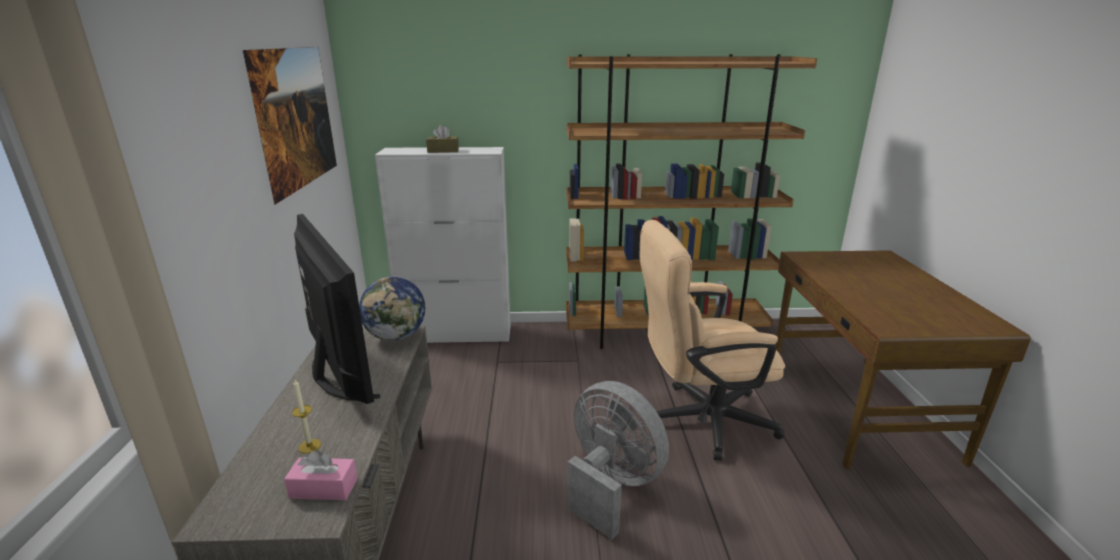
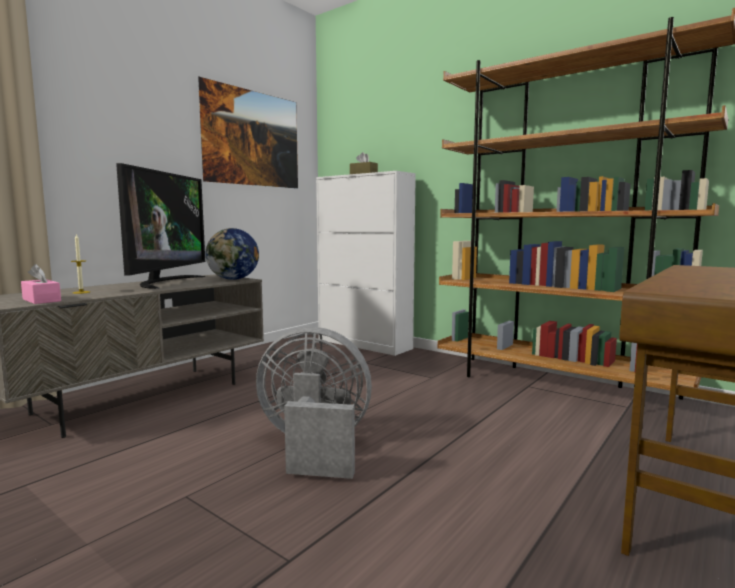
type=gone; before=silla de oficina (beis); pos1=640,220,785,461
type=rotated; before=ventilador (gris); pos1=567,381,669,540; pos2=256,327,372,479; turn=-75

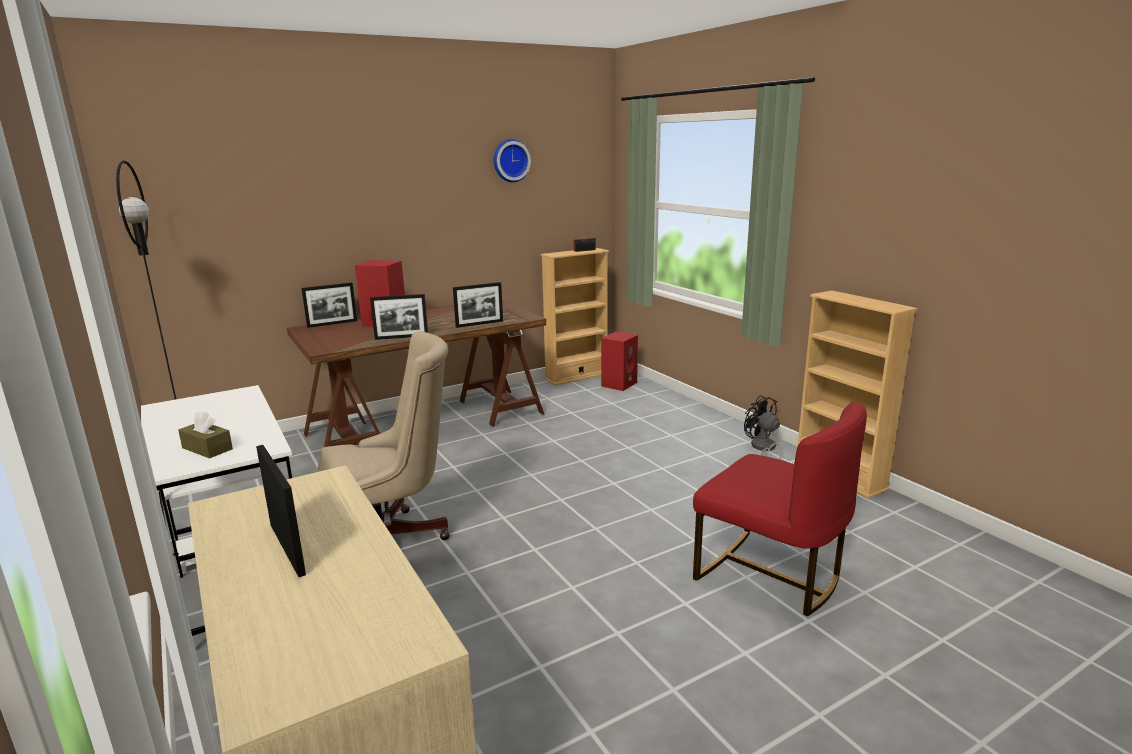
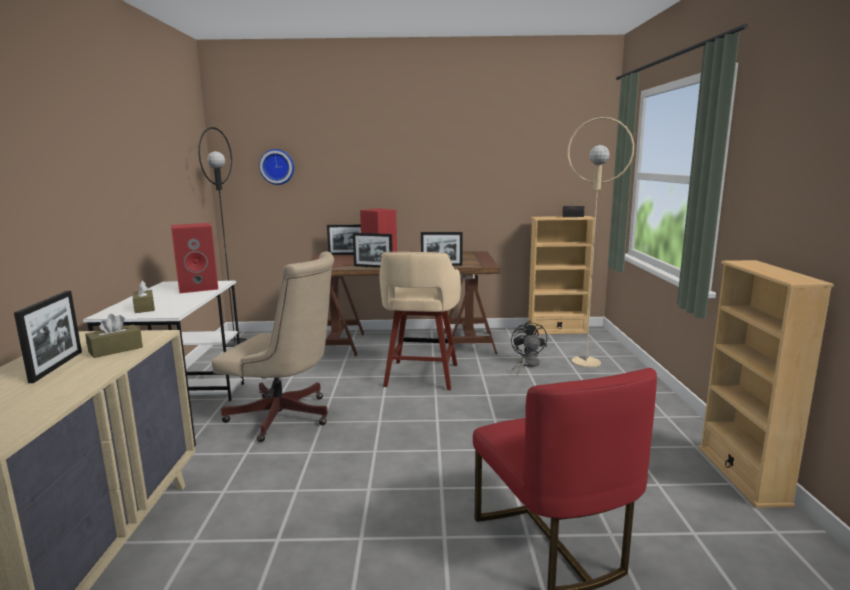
type=new; after=caja de pañuelos (marrón); pos2=85,314,143,358
type=new; after=taburete (beis); pos2=379,252,461,390
type=new; after=lámpara de pie (beis); pos2=567,117,634,367
type=shifted; before=reloj de pared; pos1=494,139,531,182; pos2=259,149,294,185
type=shifted; before=altavoz (rojo); pos1=601,331,638,391; pos2=171,223,218,293
type=shifted; before=ventilador (negro); pos1=744,395,783,460; pos2=511,321,547,375

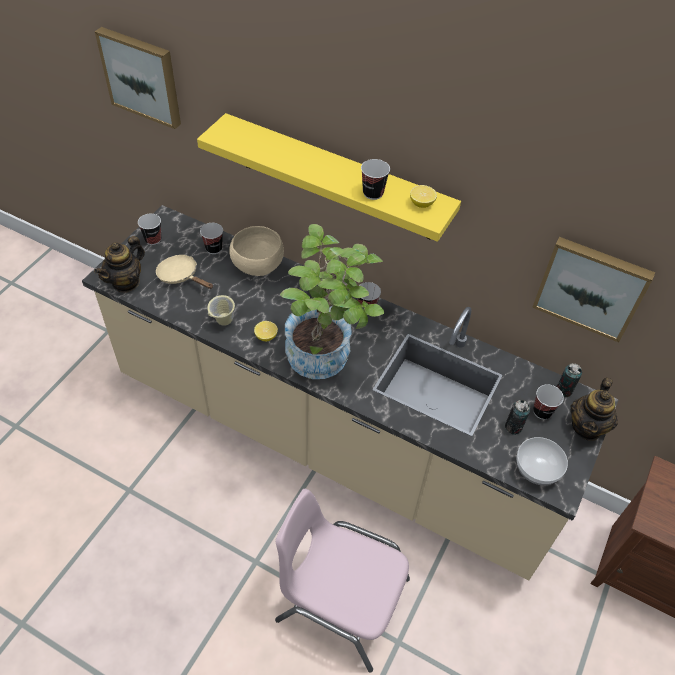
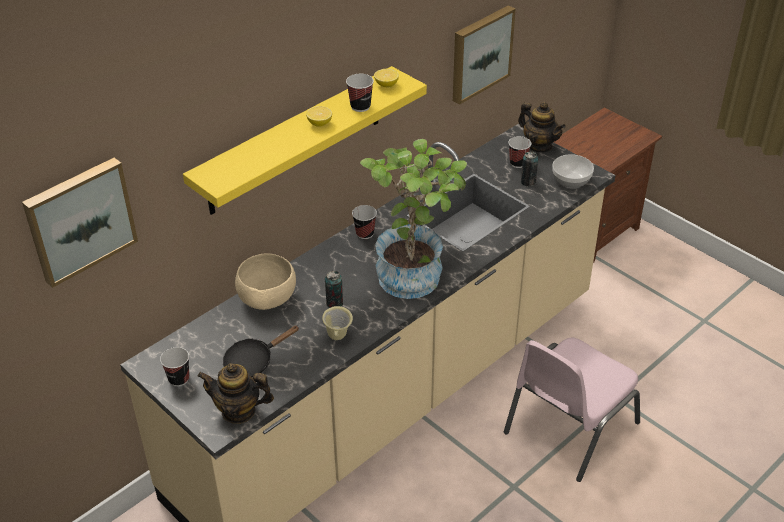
type=gone; before=taza; pos1=200,223,223,254
type=shifted; before=limón; pos1=254,321,278,341; pos2=306,106,332,127
type=shifted; before=lata; pos1=556,363,582,397; pos2=325,271,343,308
type=repainted; before=sartén (beis); after=sartén (negro); pos1=156,255,213,289; pos2=223,325,299,377
type=rotated; before=tetera; pos1=94,236,145,293; pos2=197,363,274,424; turn=135

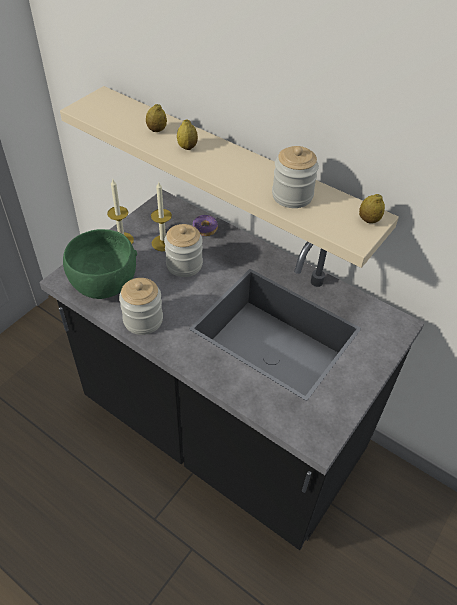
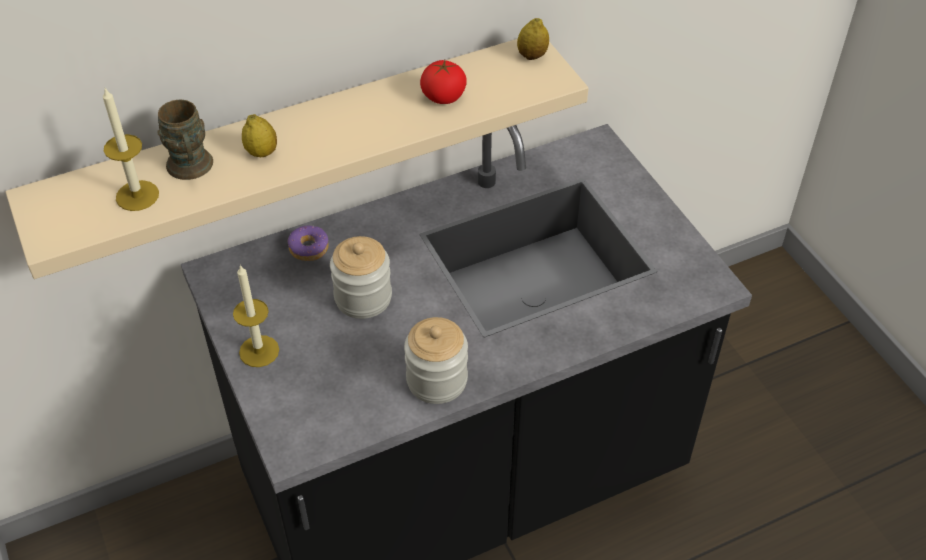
type=gone; before=cuenco (verde); pos1=63,229,137,299
type=shifted; before=vela; pos1=151,182,172,251; pos2=103,88,159,211
type=swapped; before=limón; after=taza grande (marrón); pos1=146,104,167,132; pos2=157,100,213,180
type=swapped; before=tarro; after=tomate; pos1=272,146,319,208; pos2=420,60,467,104

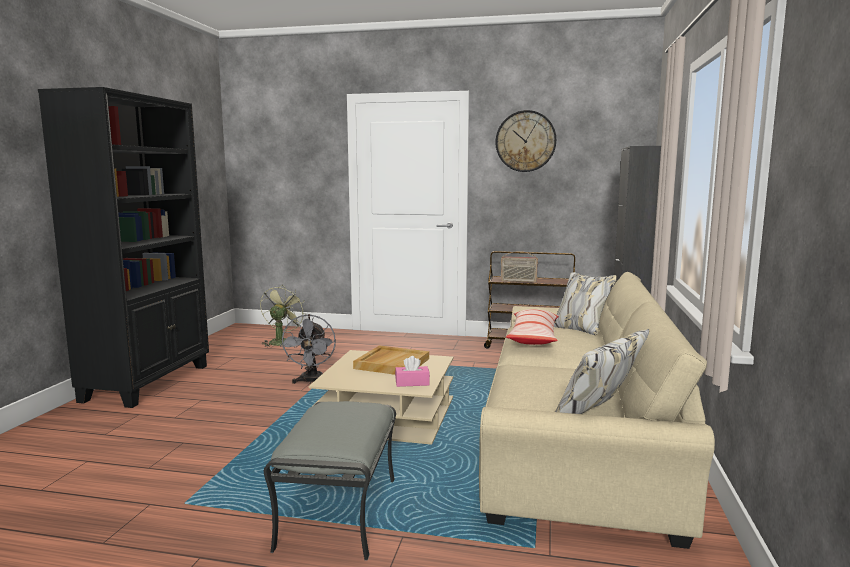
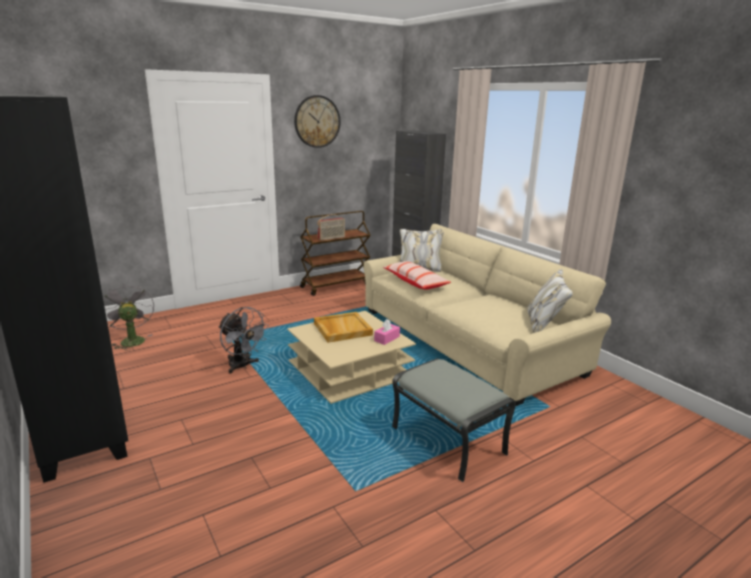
type=repainted; before=ventilador (verde); after=ventilador (gris); pos1=260,285,306,347; pos2=103,283,154,351

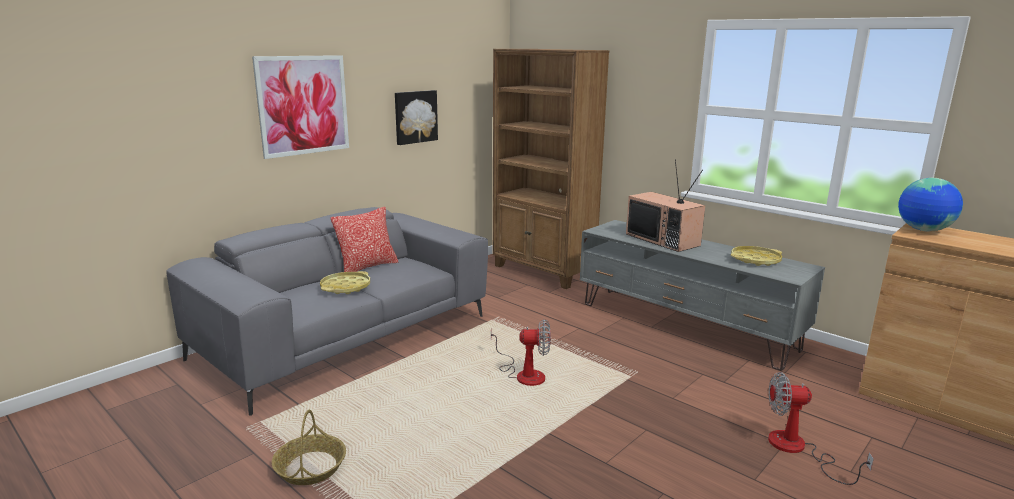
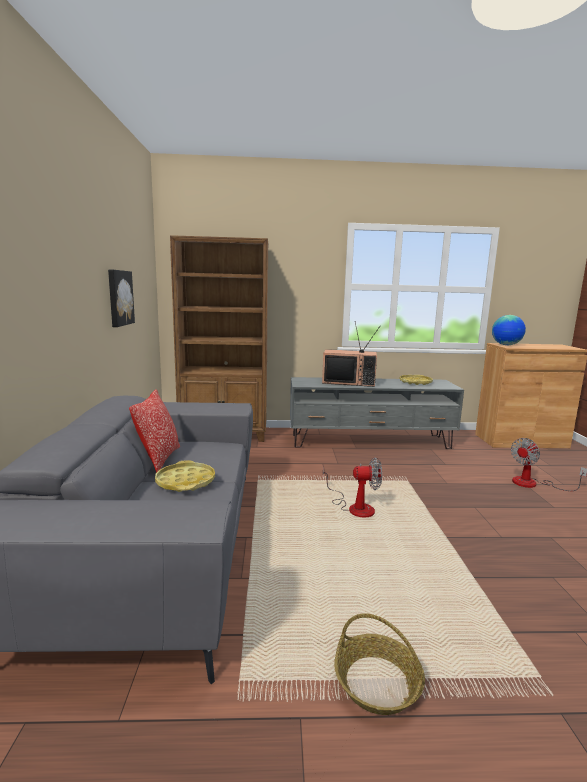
type=gone; before=cuadro; pos1=252,55,349,159
type=rotated; before=ventilador; pos1=491,319,551,386; pos2=323,457,382,517; turn=45

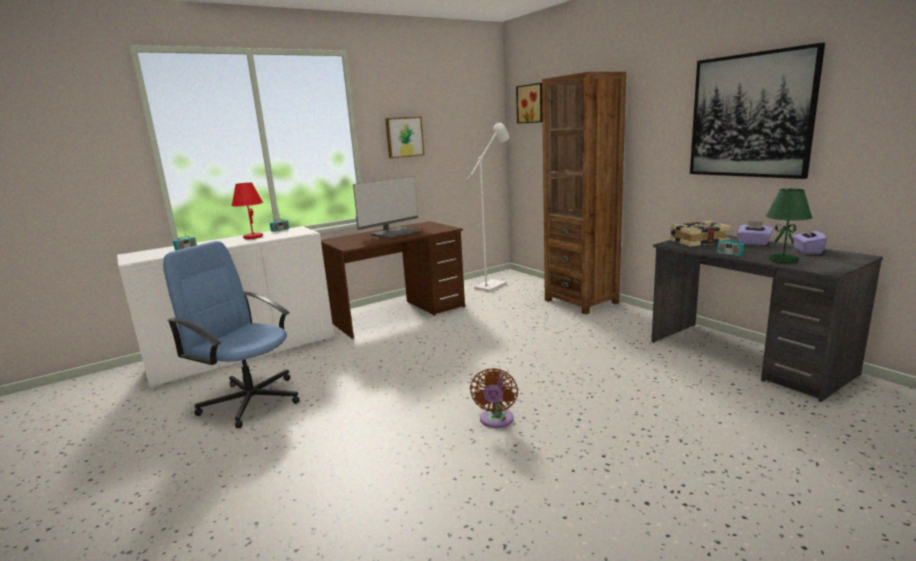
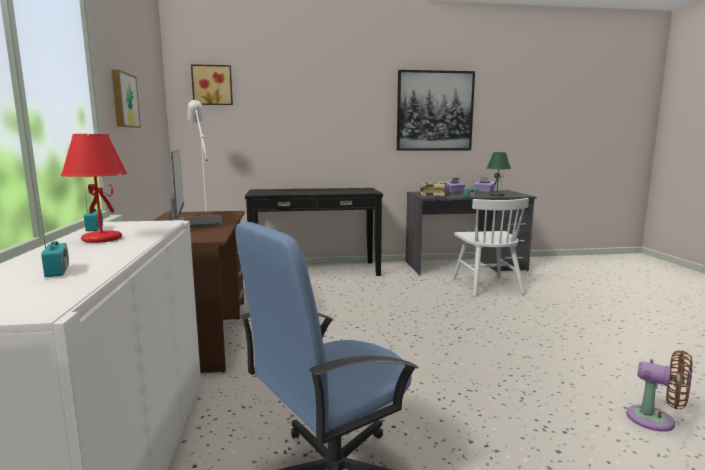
type=new; after=silla (blanco); pos2=452,198,529,297
type=shifted; before=ventilador (marrón); pos1=470,368,518,428; pos2=626,351,693,432
type=swapped; before=estantería (marrón); after=mesa consola (negro); pos1=542,72,626,314; pos2=245,188,383,276

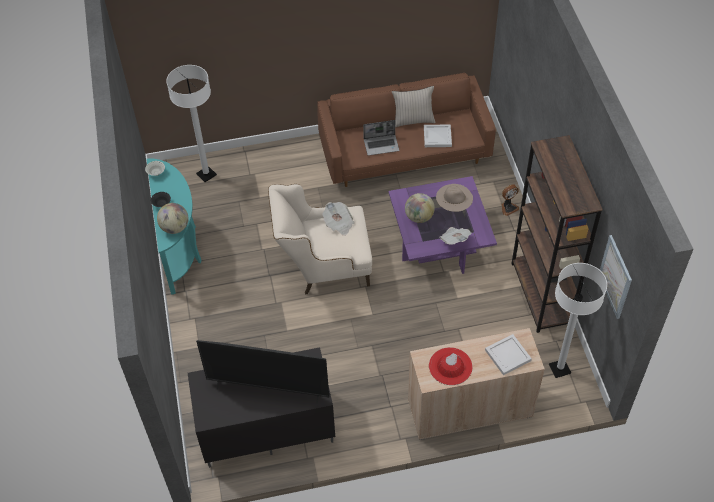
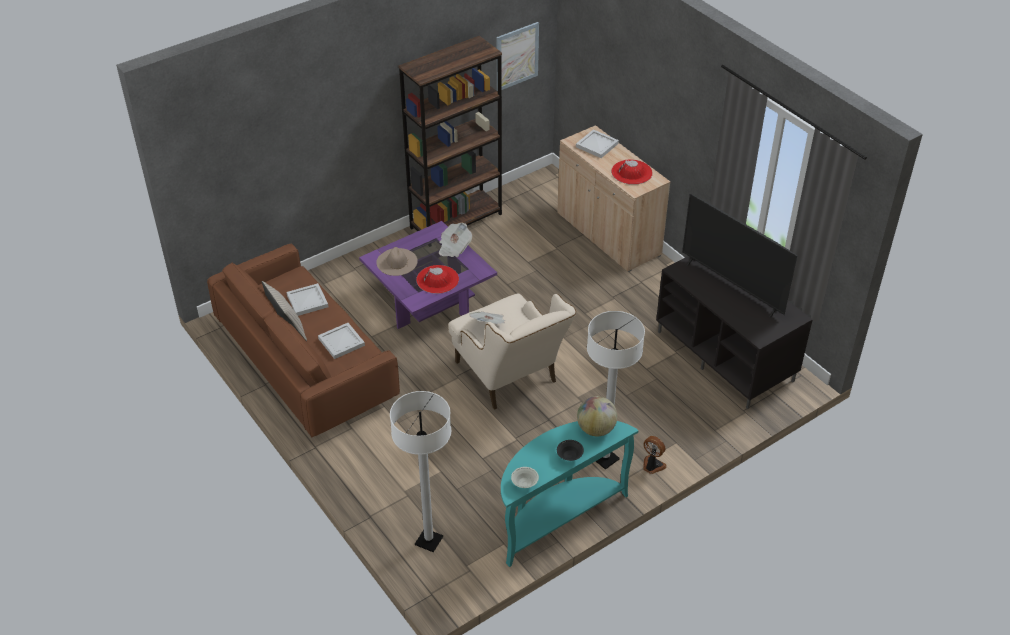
type=shifted; before=ventilador; pos1=501,185,519,216; pos2=643,436,667,474
type=shifted; before=lámpara de pie (blanco); pos1=549,263,607,378; pos2=587,311,645,470
type=swapped; before=portátil; after=bandeja (blanco); pos1=363,120,399,156; pos2=318,323,365,359
type=swapped; before=globo terráqueo; after=sombrero (rojo); pos1=405,193,435,223; pos2=416,265,459,294
type=rotated; before=televisor; pos1=196,340,329,404; pos2=682,194,797,317; turn=150

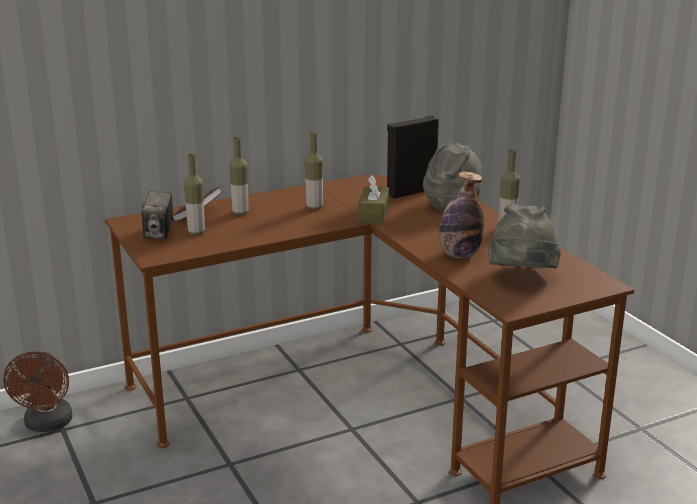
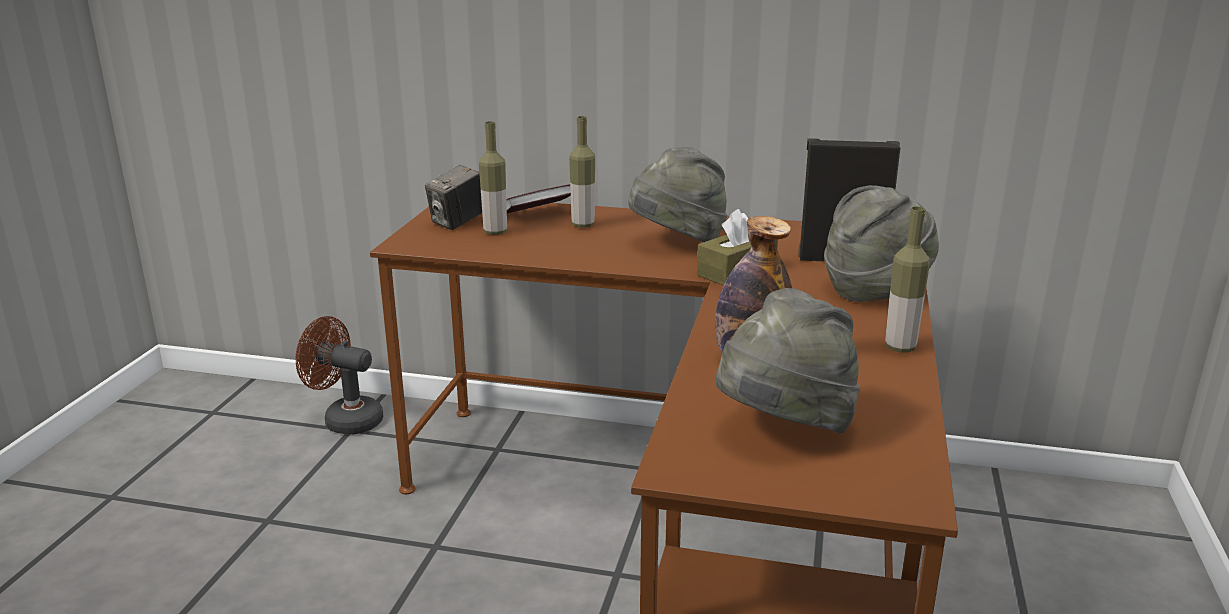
type=swapped; before=botella; after=sombrero (gris); pos1=305,133,323,210; pos2=628,147,727,242
type=rotated; before=ventilador (marrón); pos1=3,352,73,432; pos2=296,316,383,434; turn=75

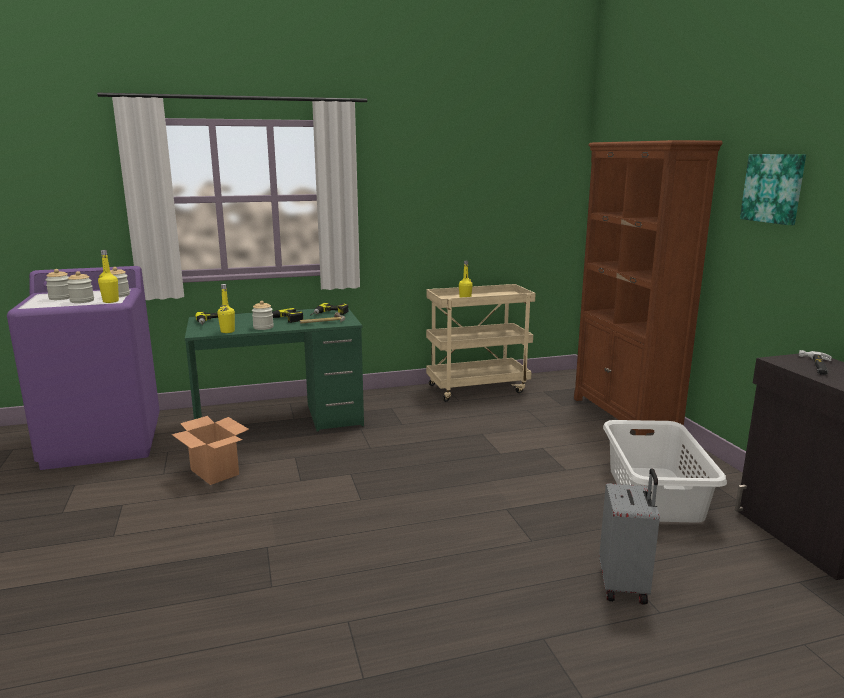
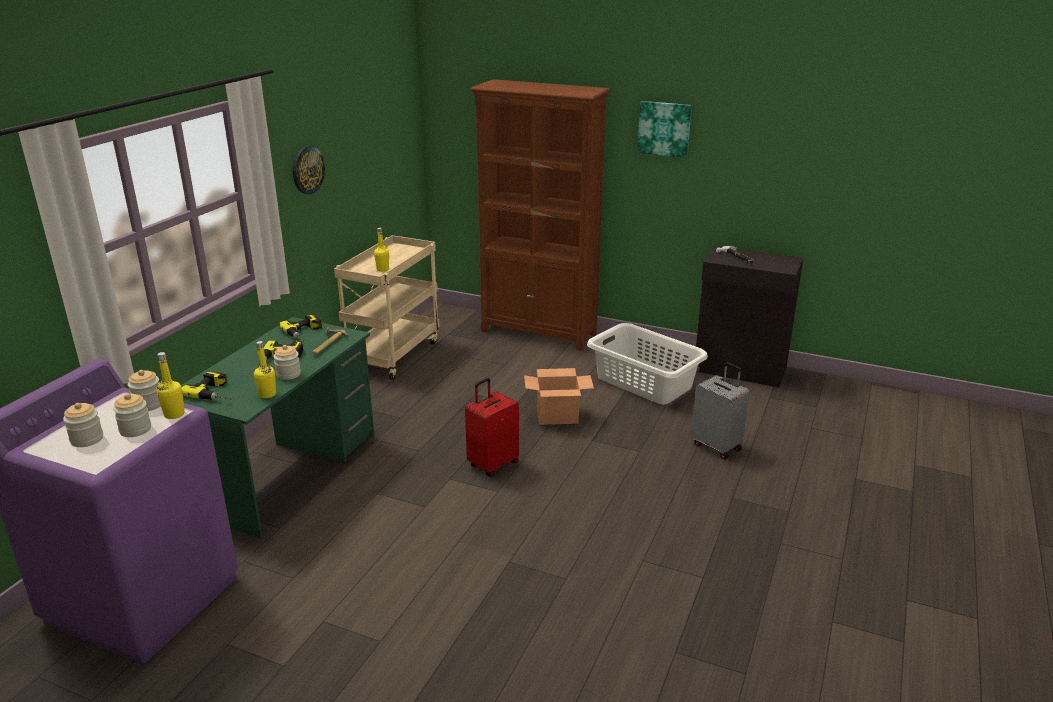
type=new; after=reloj de pared; pos2=293,146,325,194
type=new; after=maleta (rojo); pos2=465,378,519,477
type=shifted; before=caja de cartón; pos1=172,416,249,485; pos2=524,368,594,425

